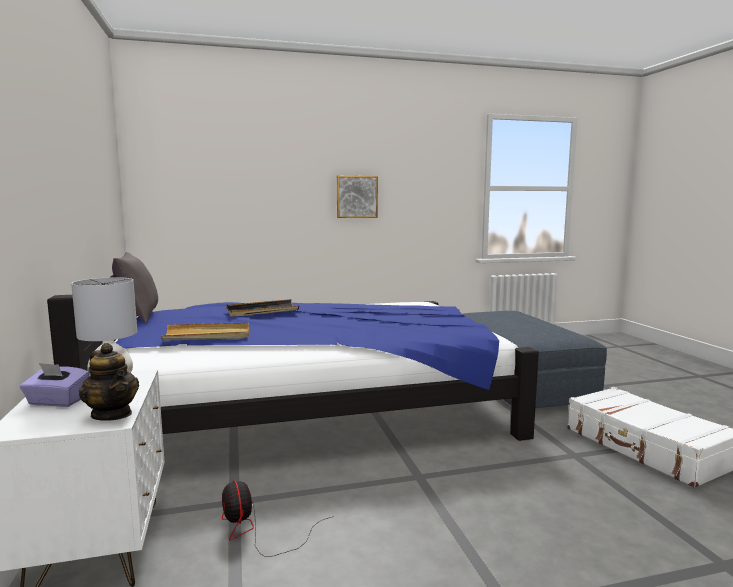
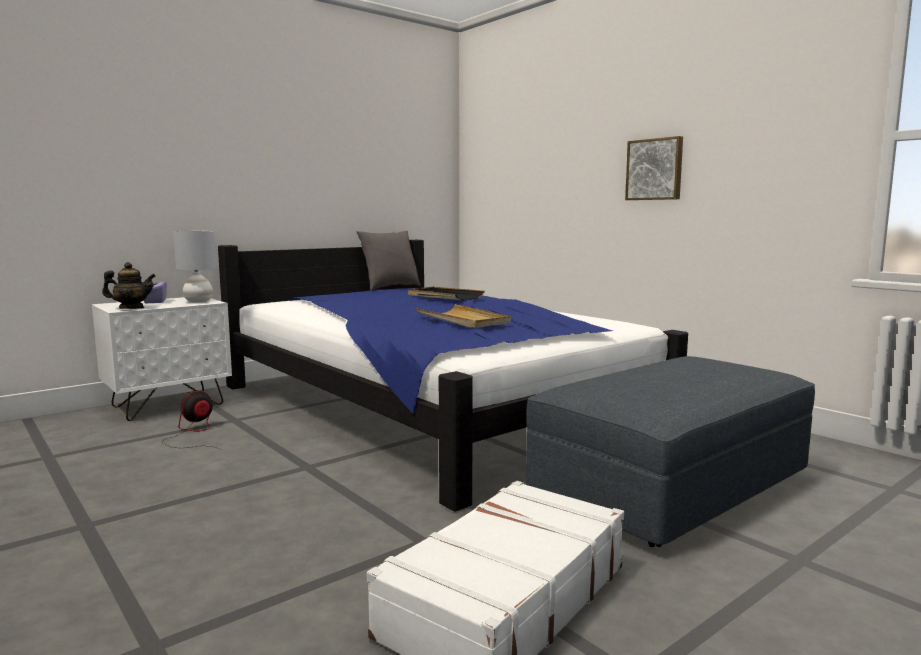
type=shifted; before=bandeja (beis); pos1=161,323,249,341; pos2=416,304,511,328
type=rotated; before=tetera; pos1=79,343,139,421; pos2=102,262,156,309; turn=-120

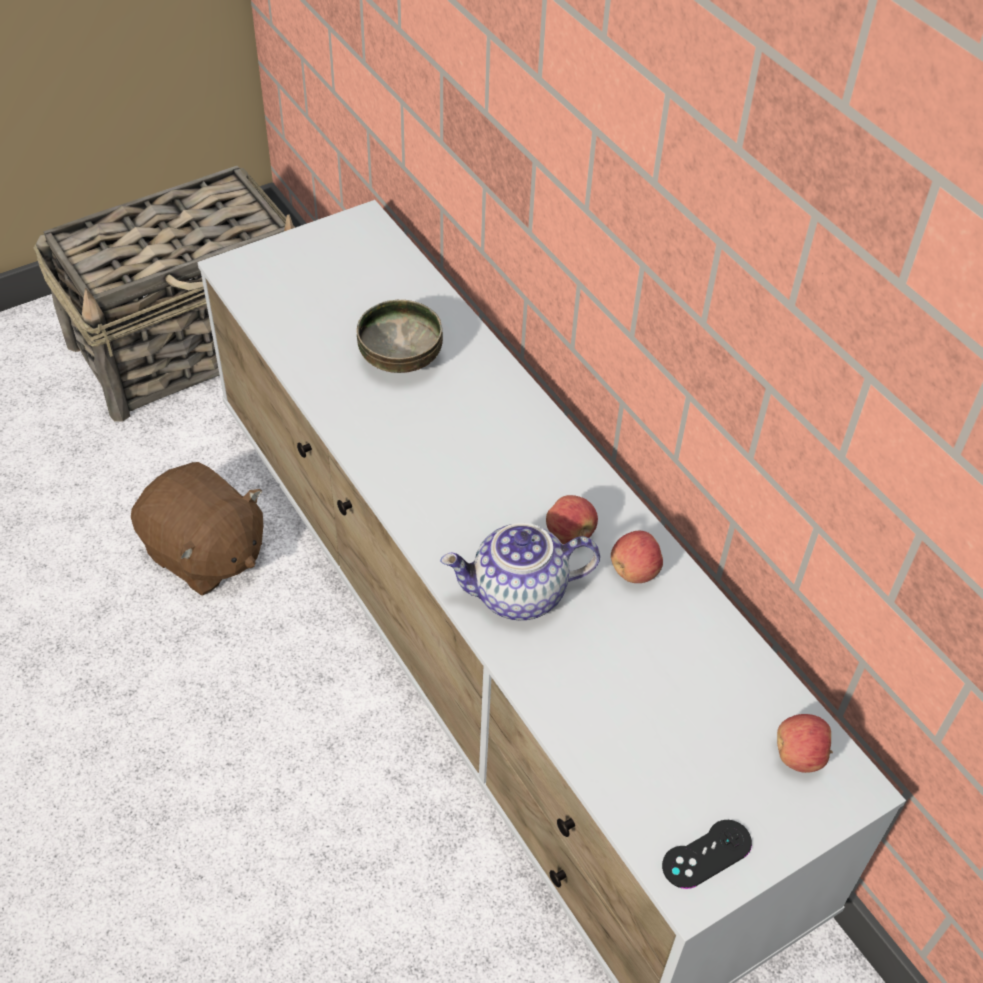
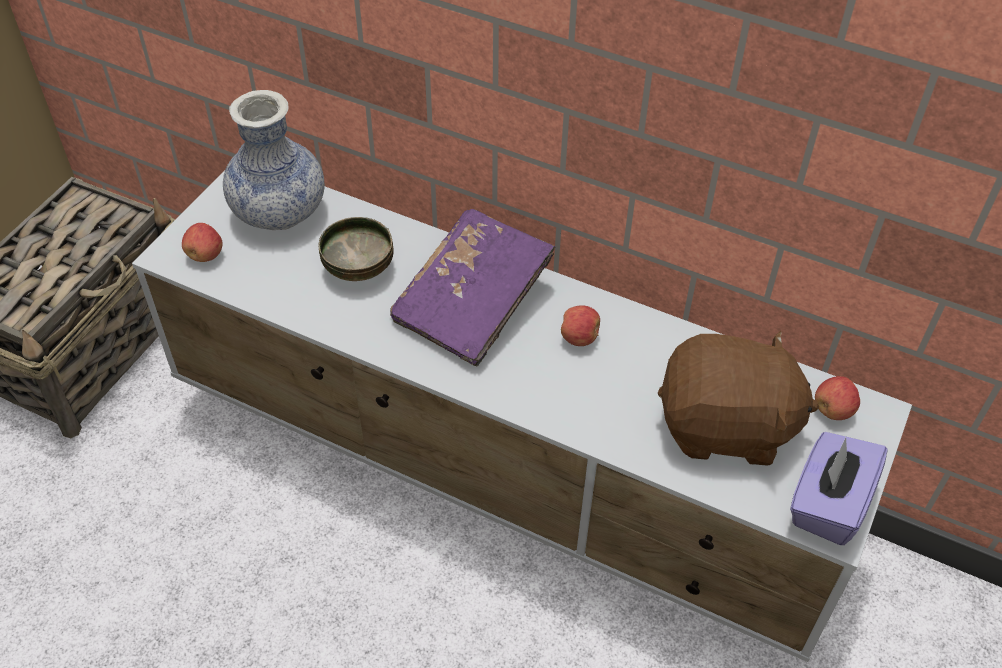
type=gone; before=tetera; pos1=440,523,600,620
type=new; after=florero; pos2=223,90,324,230
type=new; after=libro (morado); pos2=390,209,555,367
type=shifted; before=peluche (marrón); pos1=131,462,263,596; pos2=658,331,819,466
type=shifted; before=manzana; pos1=611,531,663,583; pos2=182,223,223,262
type=swapped; before=mando de consola (negro); after=caja de pañuelos (morado); pos1=662,820,752,889; pos2=790,432,887,545

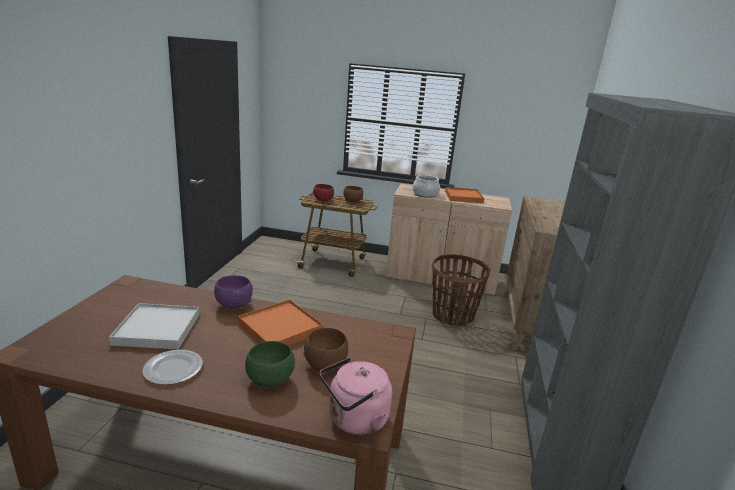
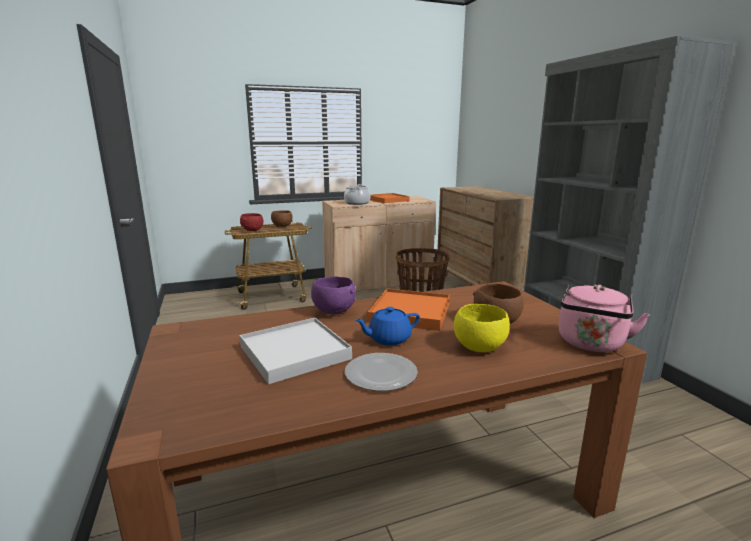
type=new; after=tetera (azul); pos2=354,307,420,346
type=repainted; before=cuenco (verde); after=cuenco (amarillo); pos1=245,341,295,387; pos2=454,304,510,352

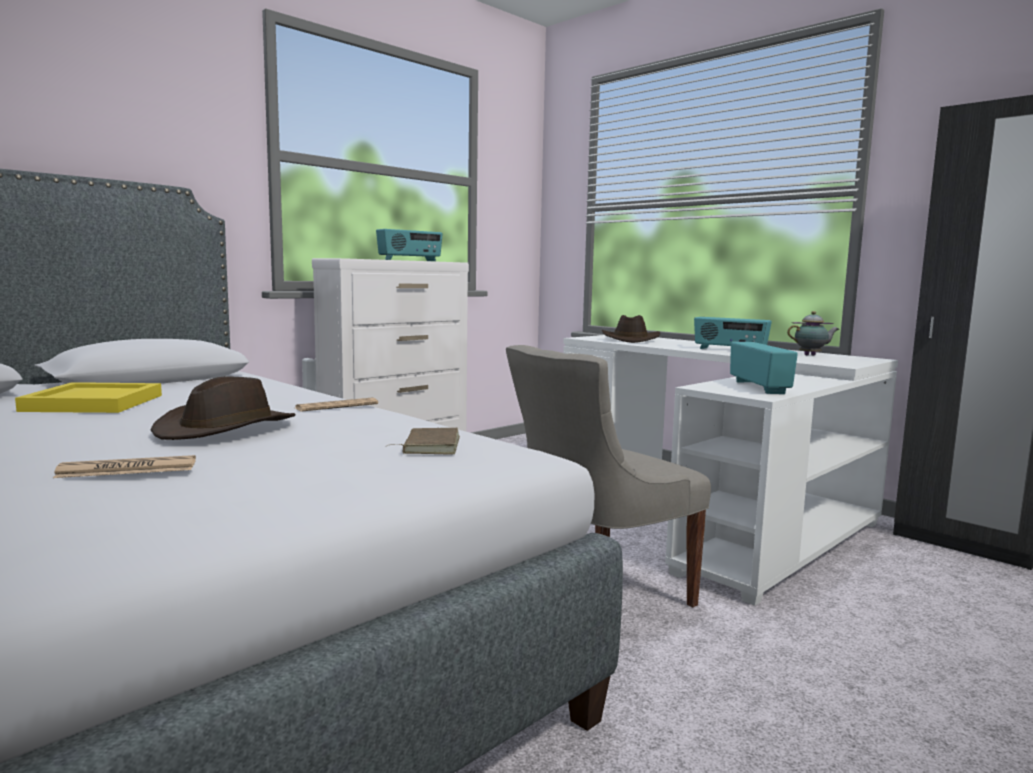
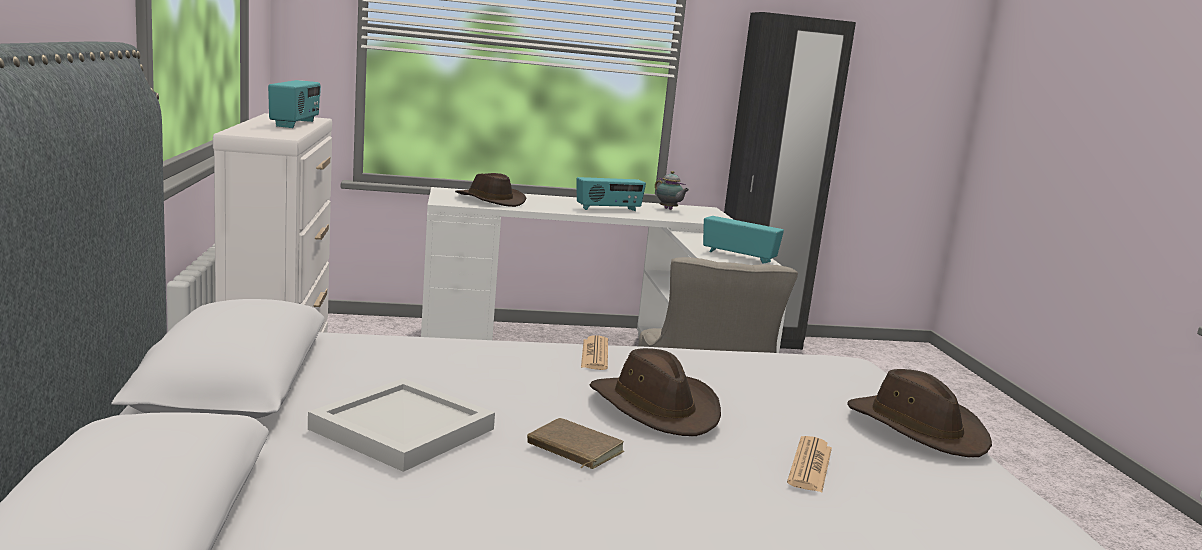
type=new; after=sombrero (marrón); pos2=847,369,992,457
type=shifted; before=libro (marrón); pos1=387,428,460,454; pos2=527,418,624,469
type=repainted; before=bandeja (amarillo); after=bandeja (blanco); pos1=15,382,162,413; pos2=308,378,495,472
type=rotated; before=tetera; pos1=787,311,839,356; pos2=655,171,689,210; turn=105

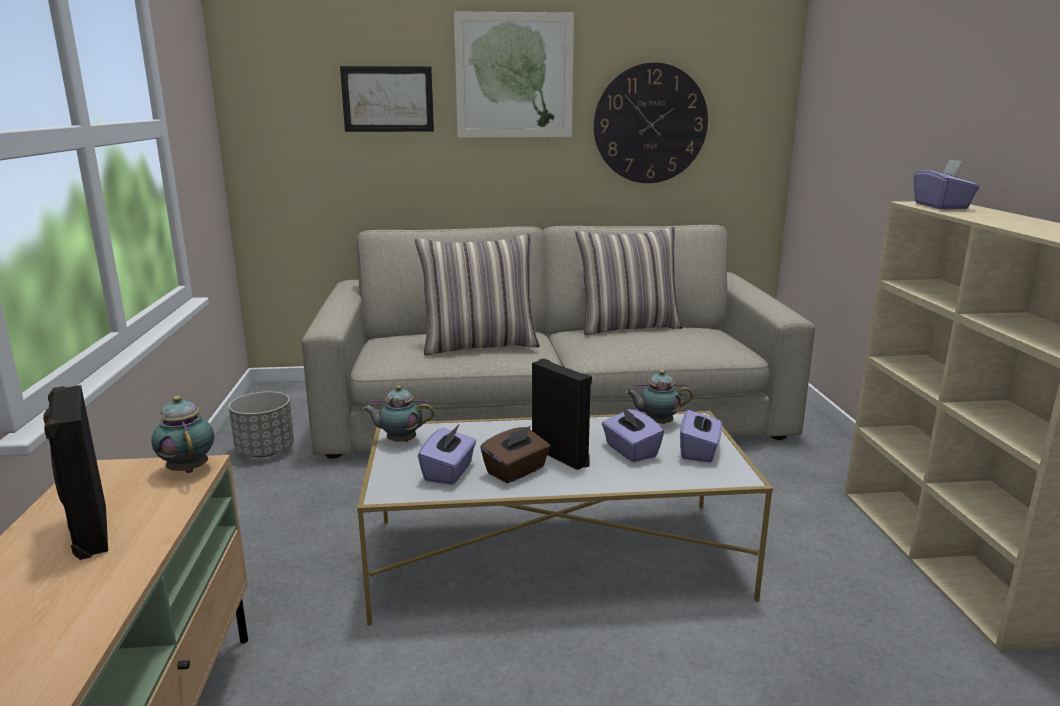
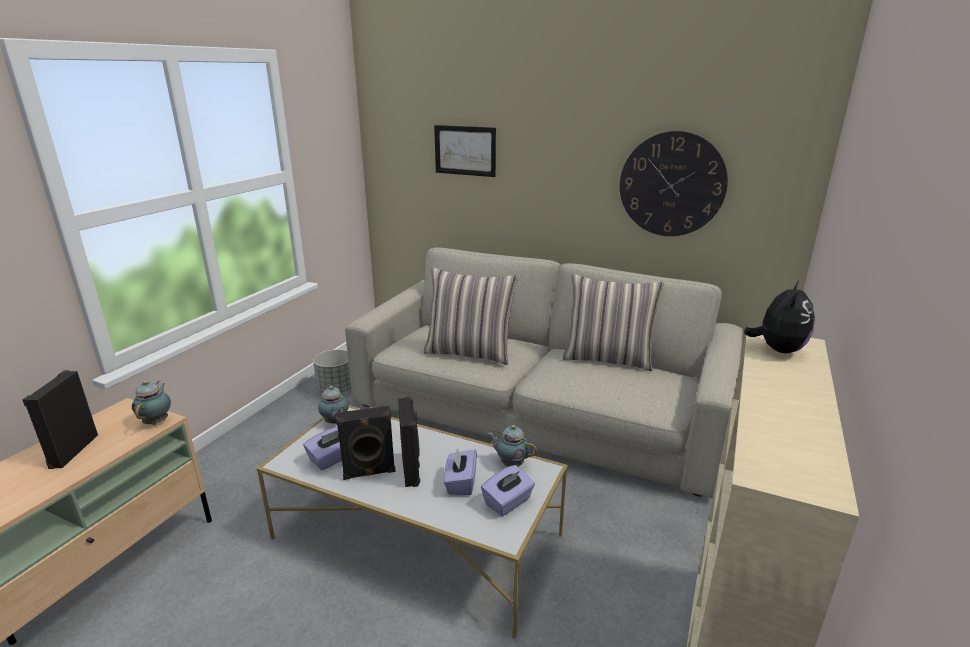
type=gone; before=cuadro; pos1=454,11,574,138
type=swapped; before=caja de pañuelos (marrón); after=altavoz (negro); pos1=480,426,550,483; pos2=336,406,396,480
type=swapped; before=caja de pañuelos (morado); after=peluche; pos1=914,159,979,209; pos2=744,279,815,353
type=rotated; before=tetera; pos1=363,385,434,442; pos2=318,386,349,424; turn=-150

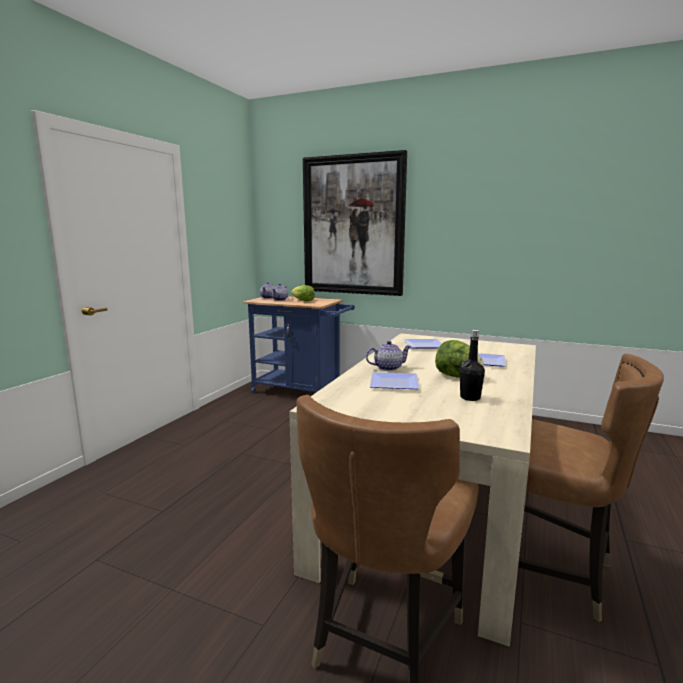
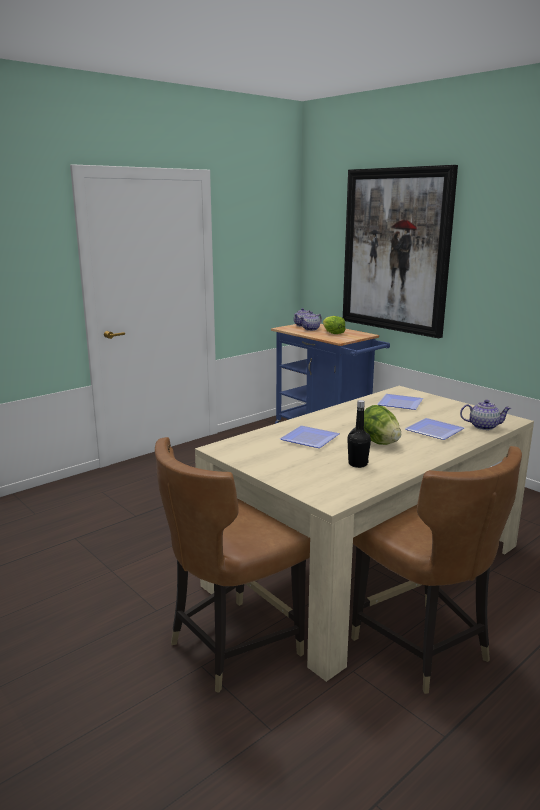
type=shifted; before=tetera; pos1=366,341,411,371; pos2=460,400,511,430

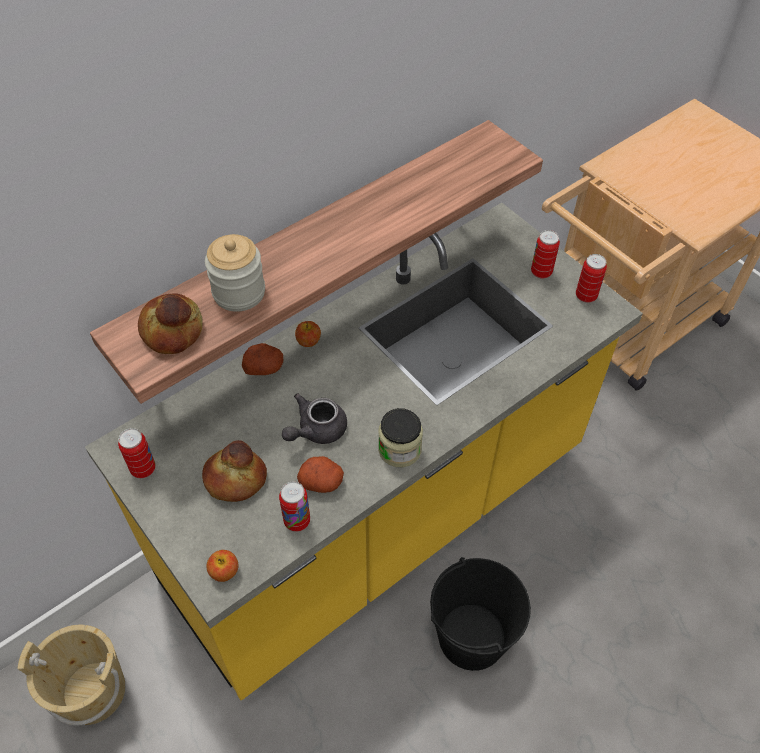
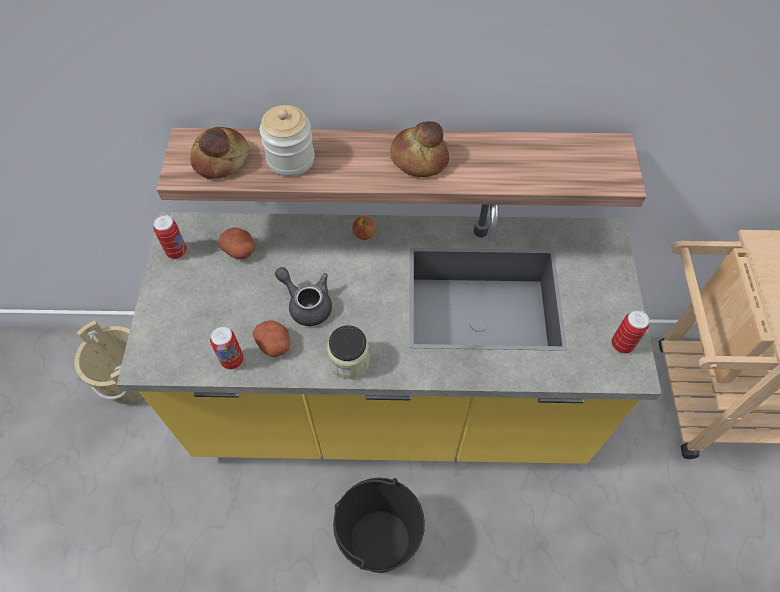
type=gone; before=manzana; pos1=206,550,239,582
type=gone; before=lata; pos1=531,230,560,279
type=shifted; before=pan; pos1=202,440,267,502; pos2=390,121,449,177
type=shifted; before=patata; pos1=242,343,283,375; pos2=219,228,255,259
type=rotated; before=tetera (gris); pos1=282,394,347,444; pos2=275,267,332,326; turn=45

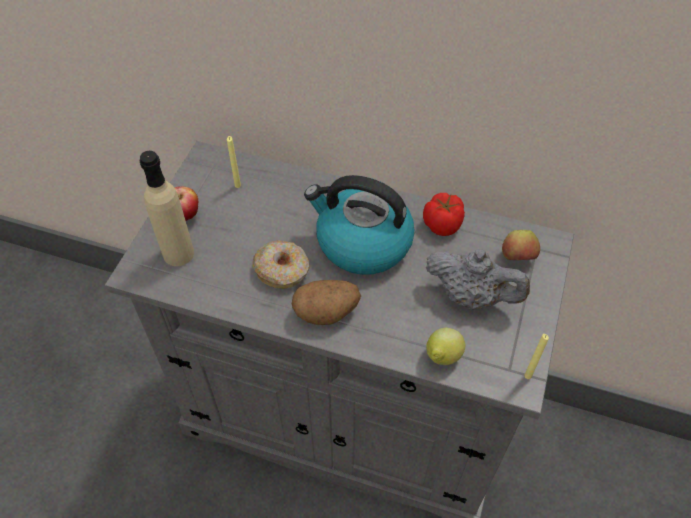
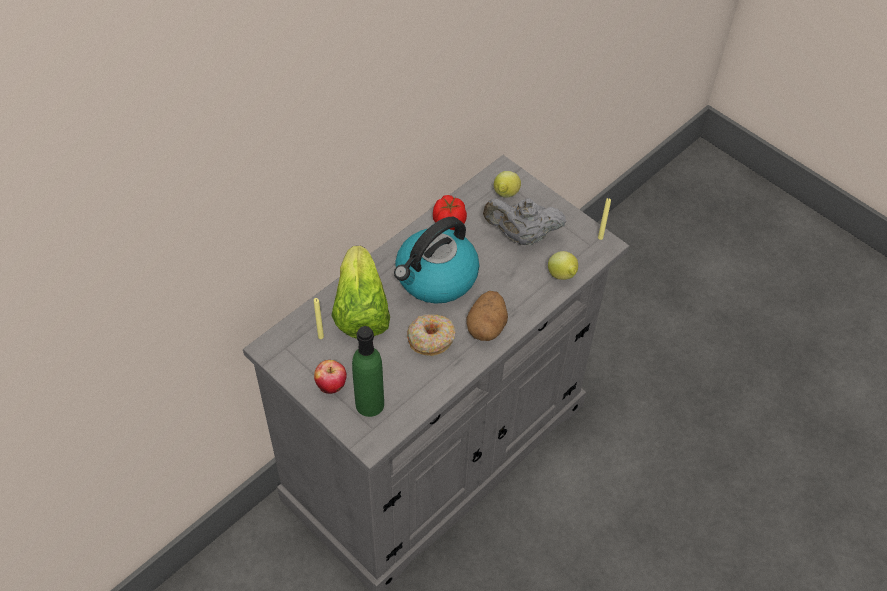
type=new; after=lechuga; pos2=331,246,390,339
type=swapped; before=manzana; after=limón; pos1=502,230,540,260; pos2=494,171,521,198
type=repainted; before=botella (beis); after=botella (verde); pos1=139,151,194,266; pos2=352,326,384,417
type=rotated; before=tetera (gris); pos1=425,249,530,310; pos2=483,198,566,245; turn=-135

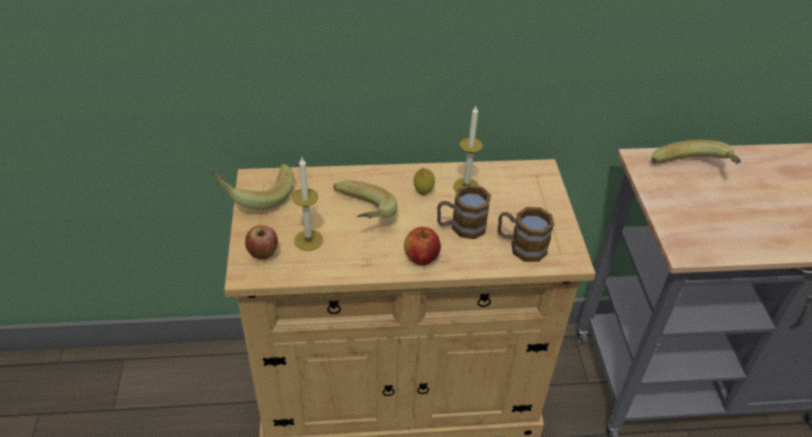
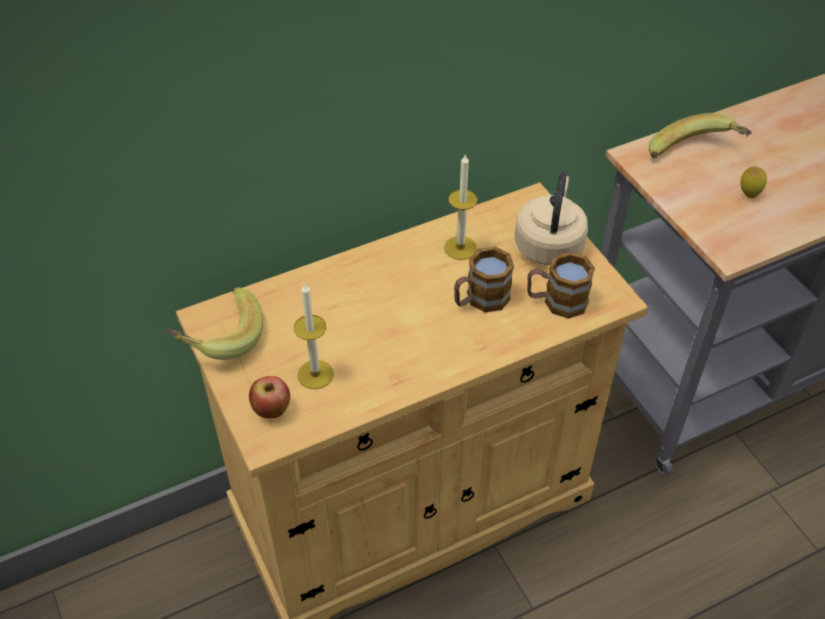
type=gone; before=plátano; pos1=333,180,397,219
type=gone; before=manzana; pos1=404,227,441,265
type=new; after=hervidor (beis); pos2=515,172,588,265
type=shifted; before=limón; pos1=414,168,435,195; pos2=740,166,767,198

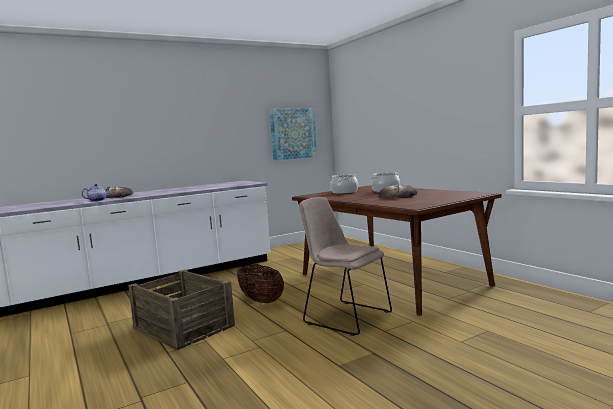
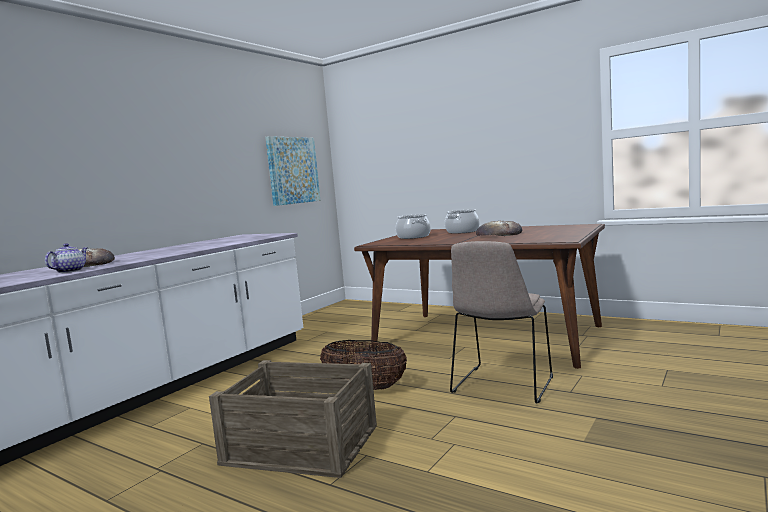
type=rotated; before=silla (beis); pos1=299,197,392,336; pos2=450,241,553,404; turn=-75

